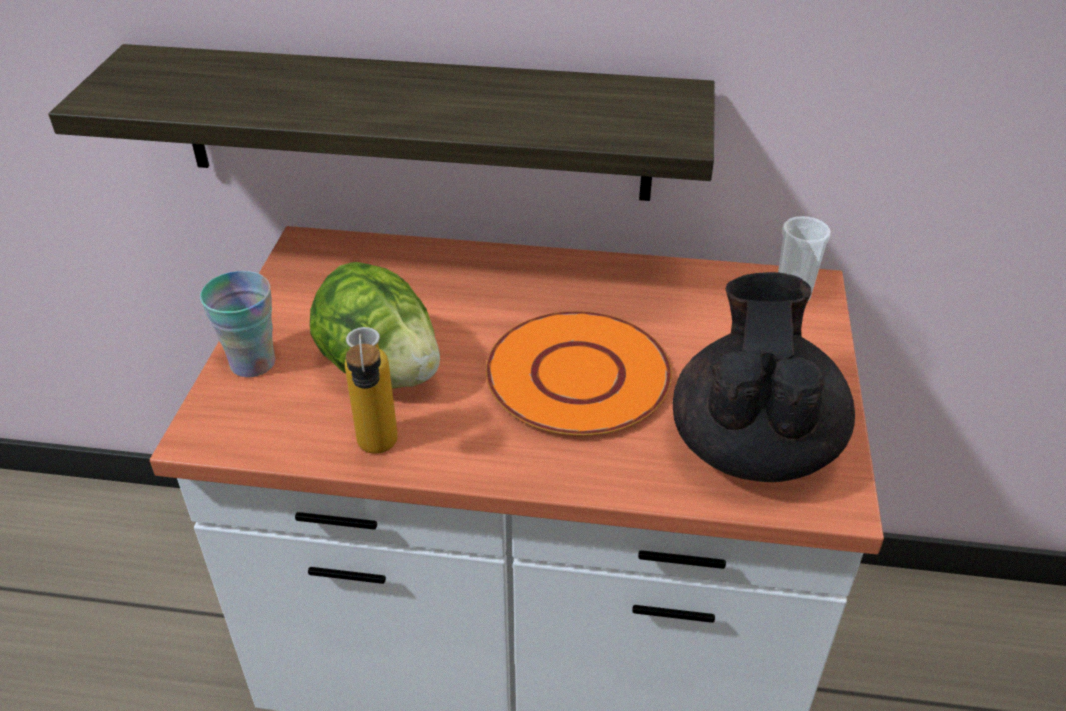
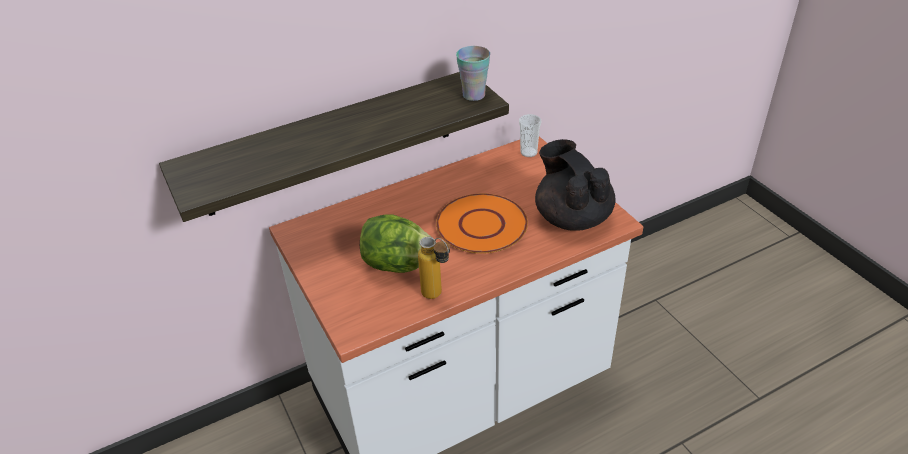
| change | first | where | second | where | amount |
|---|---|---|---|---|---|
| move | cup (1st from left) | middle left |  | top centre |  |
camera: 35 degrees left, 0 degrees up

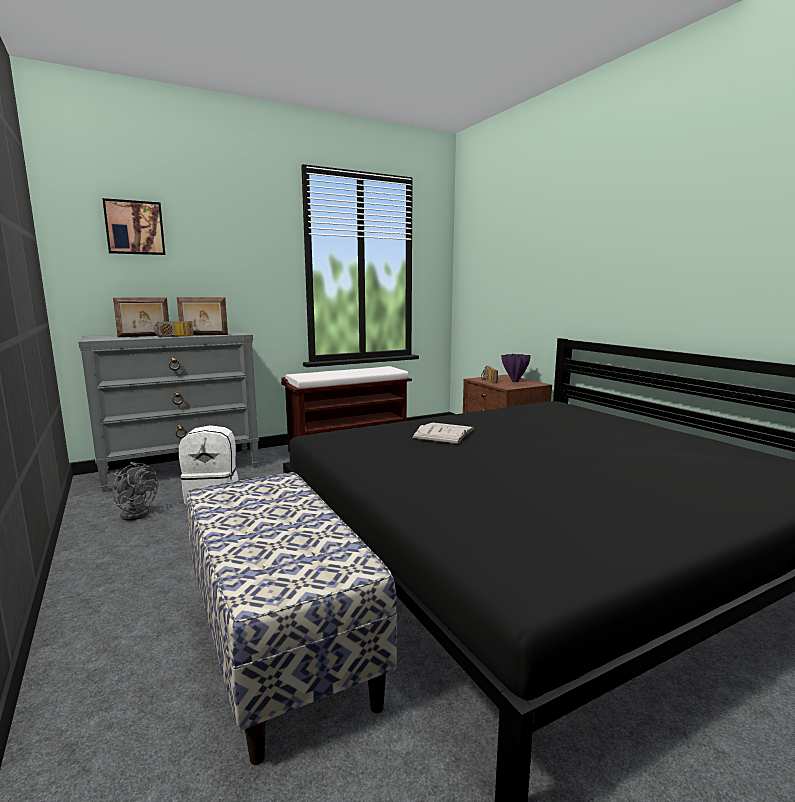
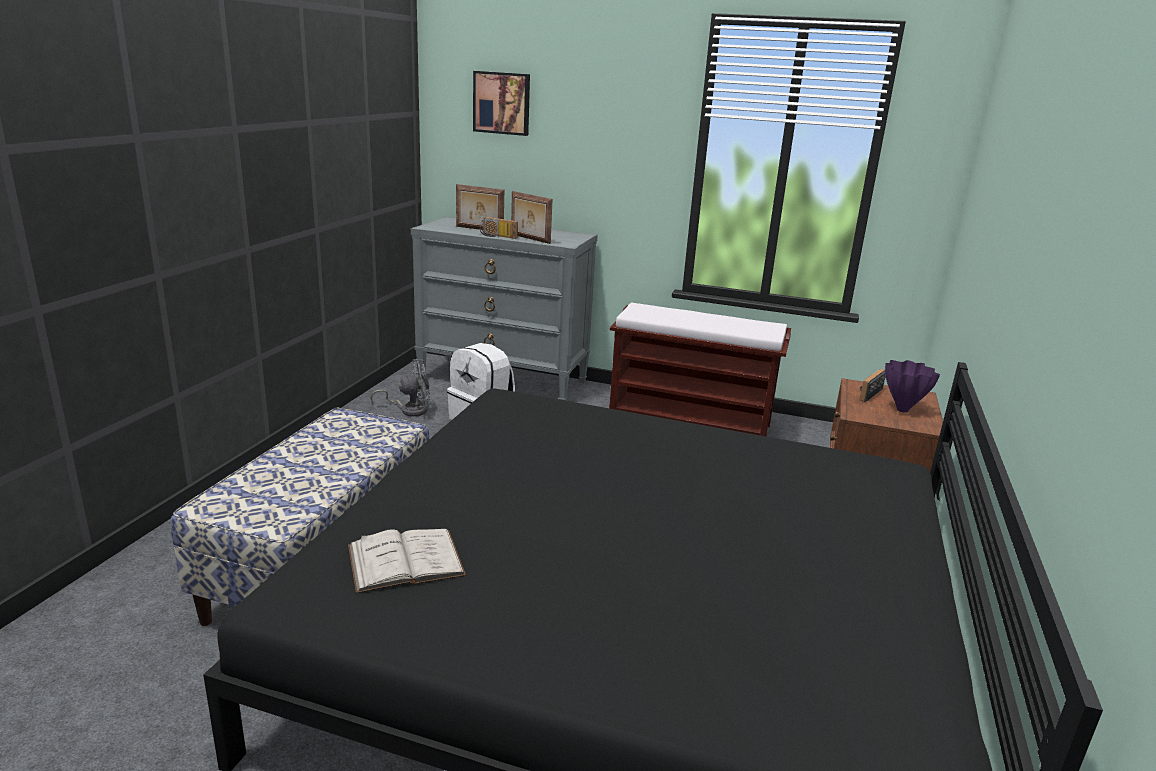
| change | first | where | second | where | amount |
|---|---|---|---|---|---|
| move | white book | centre |  | bottom centre |  |
| rotate | grey fan | middle left |  | centre | 90 degrees counterclockwise |
camera: 45 degrees right, 10 degrees up

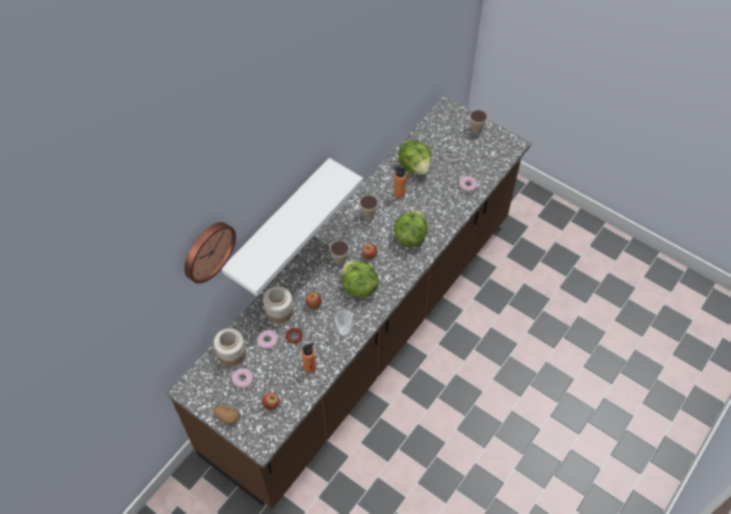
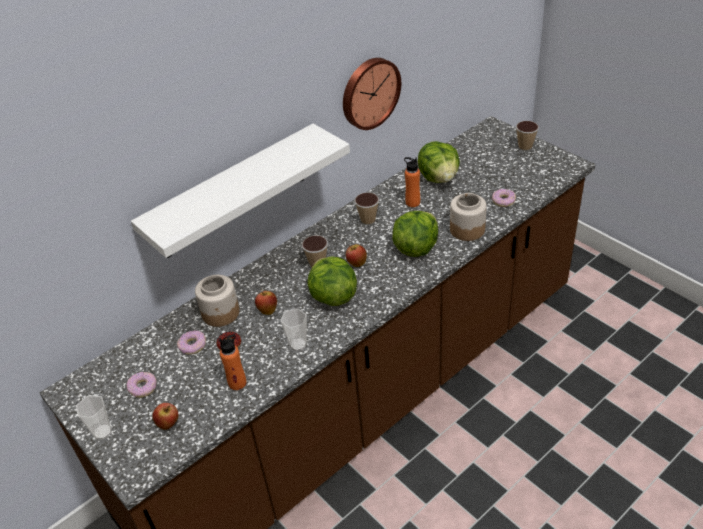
| change | first | where | second | where | amount |
|---|---|---|---|---|---|
| move | wall clock | middle left |  | top centre |  |
| move | jar (1st from left in the first image) | bottom left | jar (2nd from left) | centre |  |
| replace | potato | bottom left | cup (1st from left) | bottom left |  |
camera: 15 degrees right, 15 degrees down

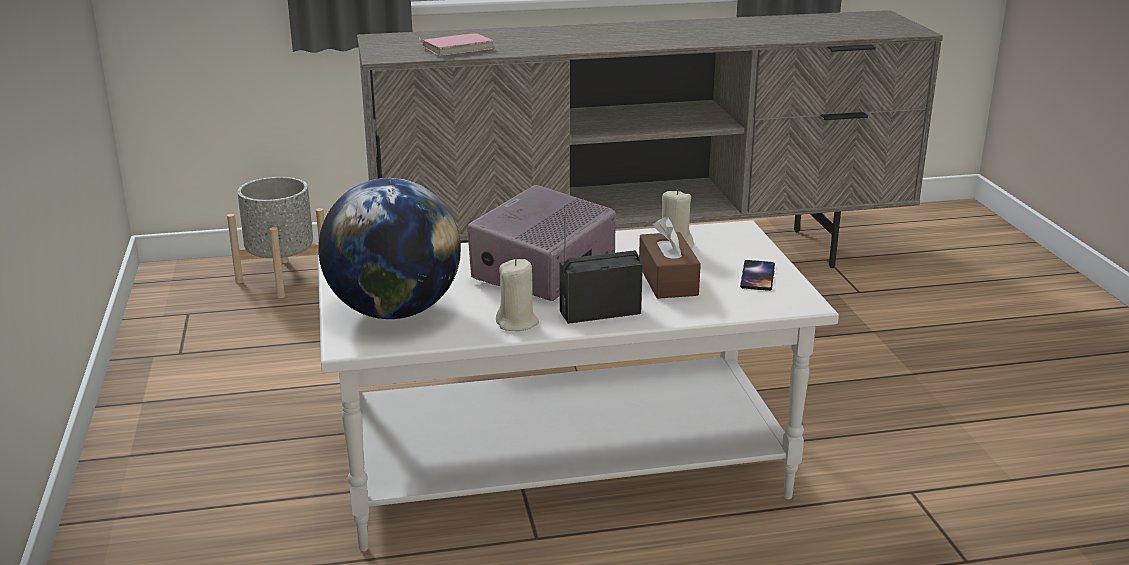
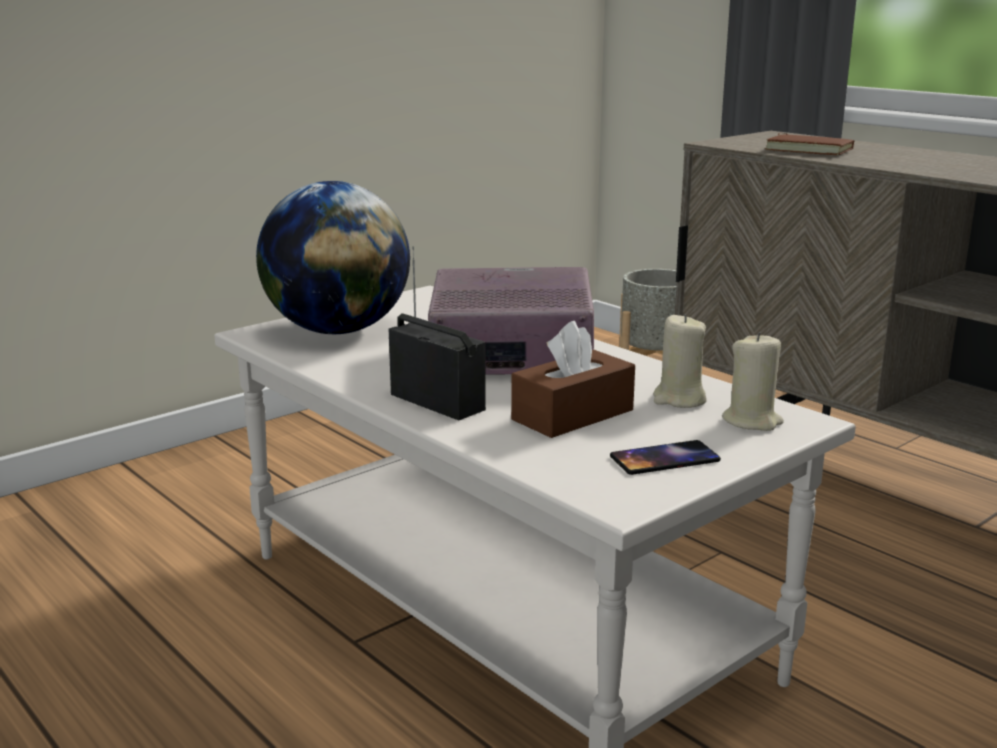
| change | first | where | second | where | amount |
|---|---|---|---|---|---|
| recolor | pink book | top centre | brown book | top right |  |
| move | beige candle (1st from left in the first image) | centre | beige candle (2nd from left) | middle right |  |
camera: 60 degrees right, 5 degrees down

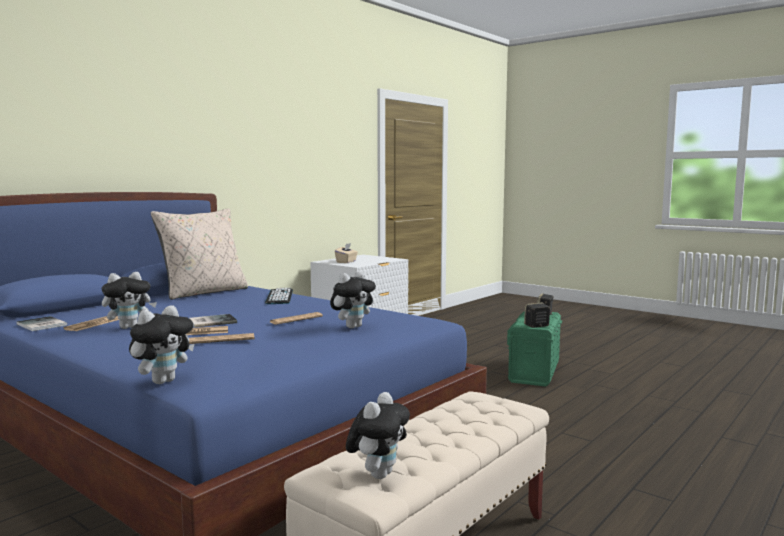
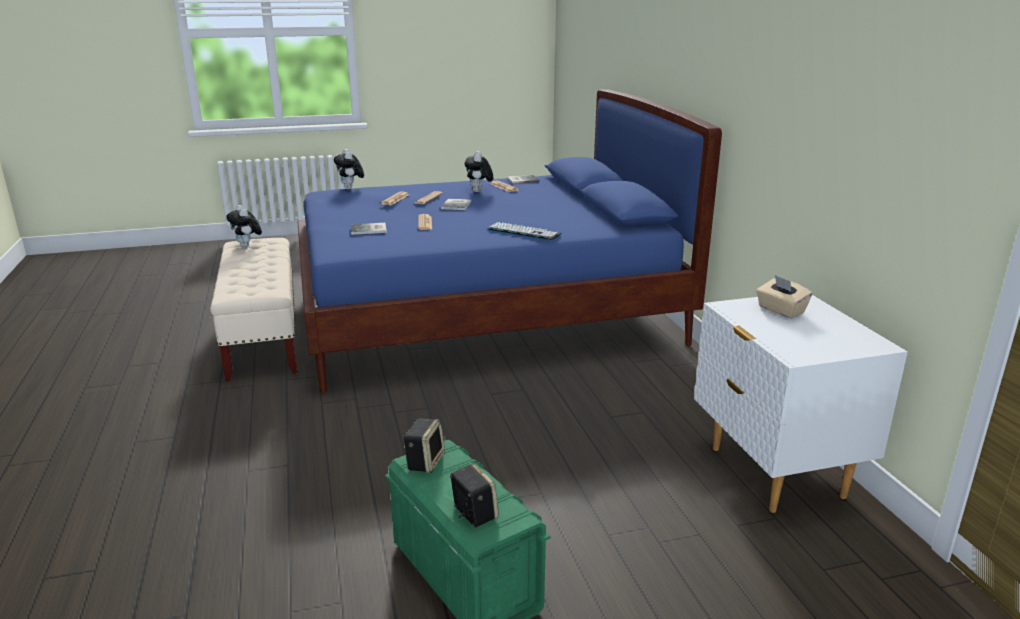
| change | first | where | second | where | amount |
|---|---|---|---|---|---|
| delete | beige pillow | middle left |  |  |  |
| replace | plush toy (3rd from left) | centre | book (1st from left) | centre |  |
camera: 125 degrees right, 15 degrees up

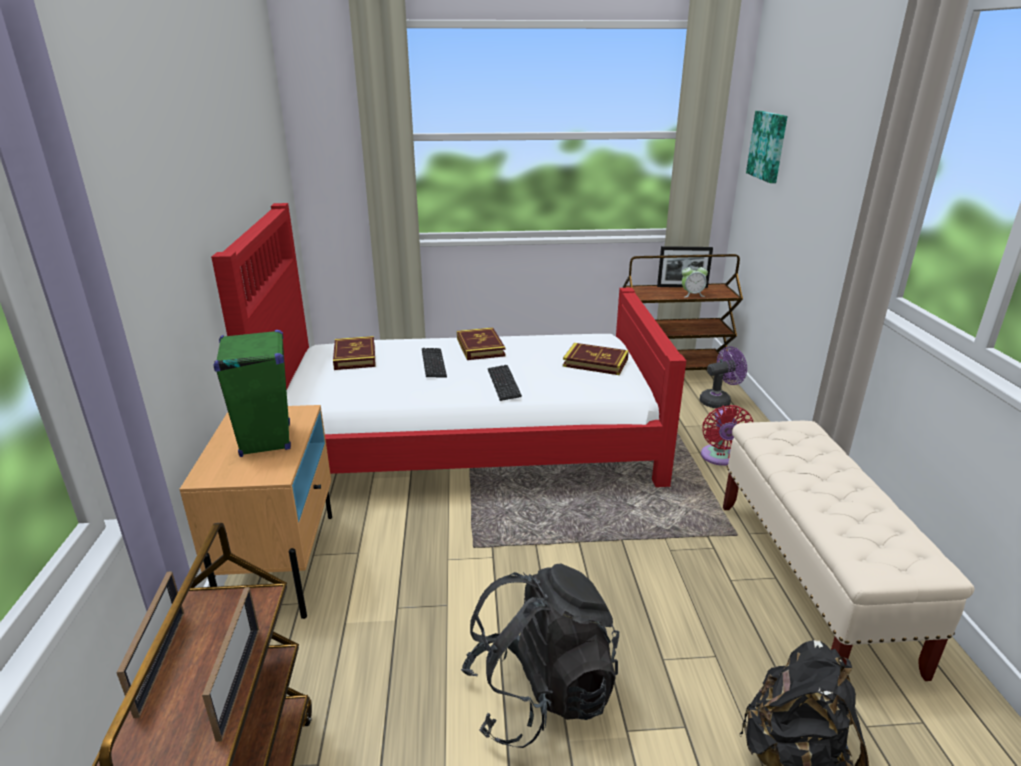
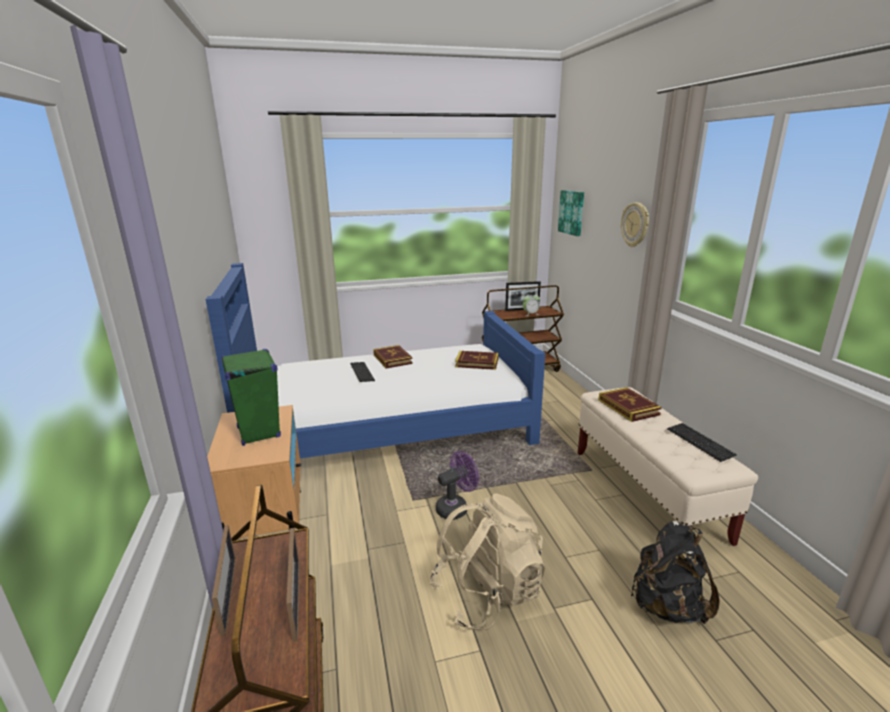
| change | first | where | second | where | amount |
|---|---|---|---|---|---|
| recolor | red bed | centre | blue bed | centre |  |
| move | book (1st from left in the first image) | centre | book (3rd from left) | middle right |  |
| move | purple fan | middle right |  | bottom centre |  |
| move | keyboard (2nd from left) | centre |  | middle right |  |
| delete | red fan | middle right |  |  |  |
| recolor | black backpack (1st from left) | bottom centre | beige backpack | bottom centre |  |
| insert |  |  | wall clock | top right |  |
camera: 10 degrees left, 5 degrees down

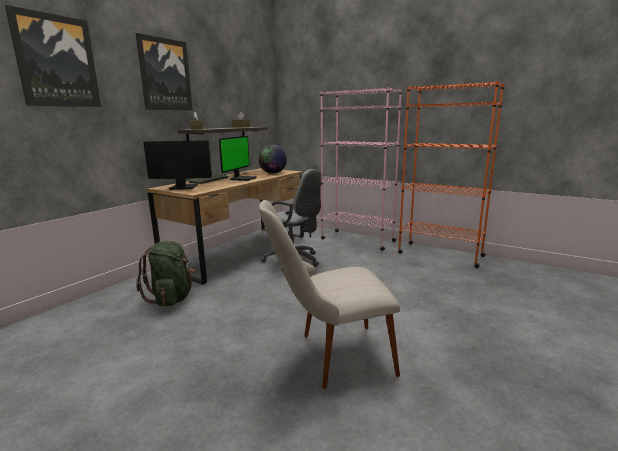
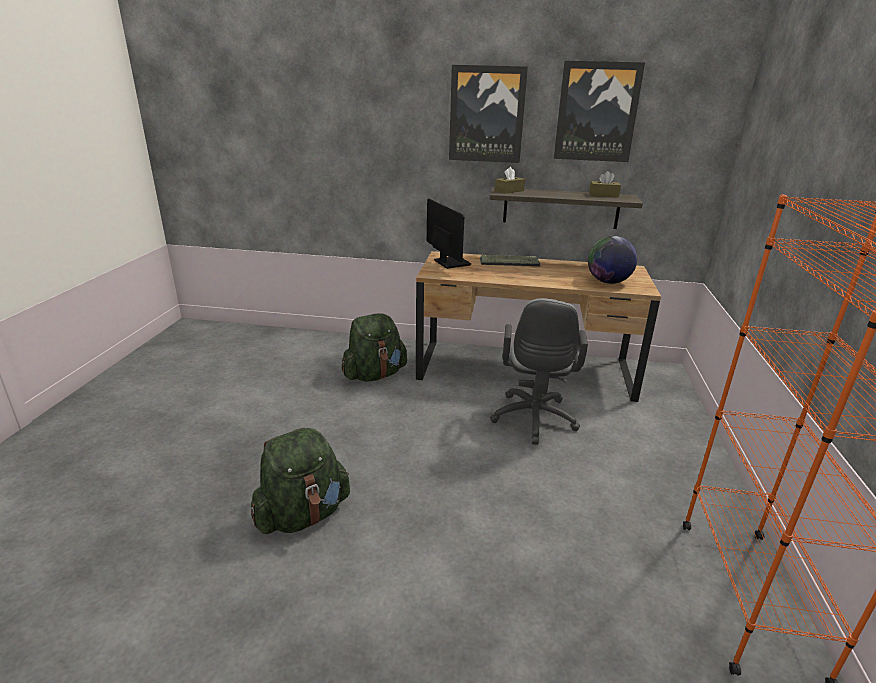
| change | first | where | second | where | amount |
|---|---|---|---|---|---|
| move | picture (1st from left in the first image) | top left | picture (2nd from left) | top right |  |
| delete | pink bookcase | centre |  |  |  |
| delete | monitor (2nd from left) | centre |  |  |  |
| replace | beige chair | centre | green backpack (1st from left) | bottom centre |  |
camera: 65 degrees right, 10 degrees up

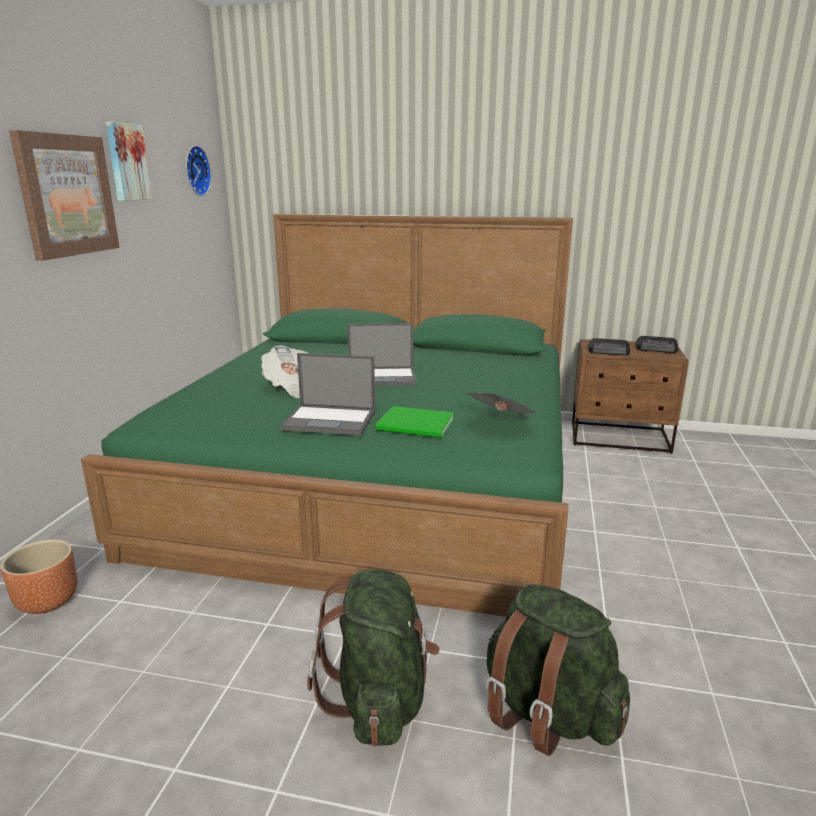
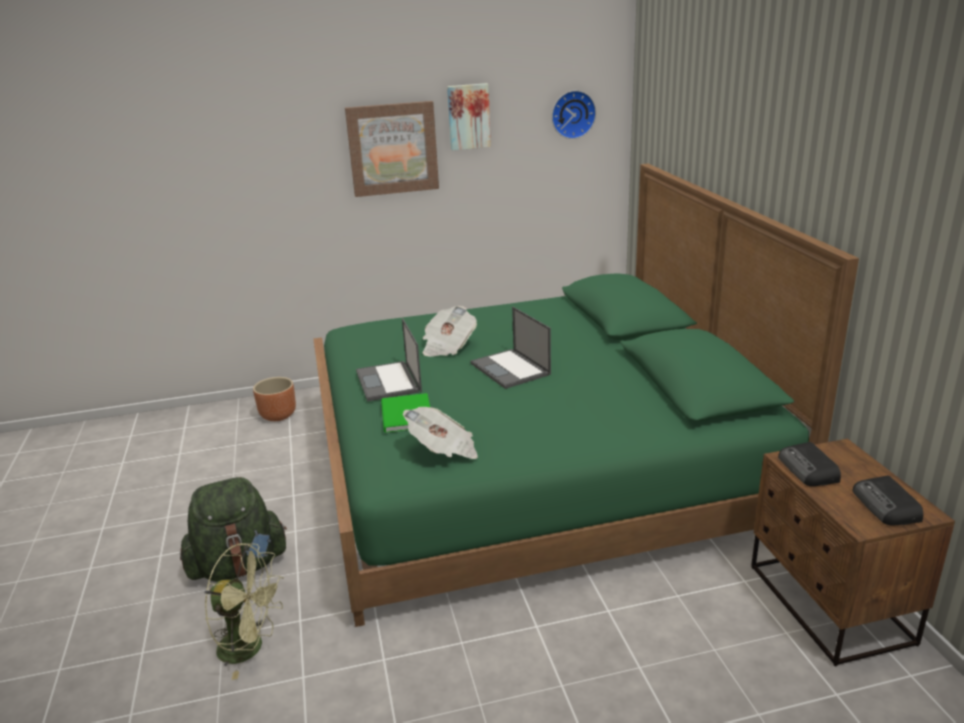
| change | first | where | second | where | amount |
|---|---|---|---|---|---|
| replace | green backpack (2nd from left) | bottom right | green fan | bottom left |  |
camera: 65 degrees right, 5 degrees up

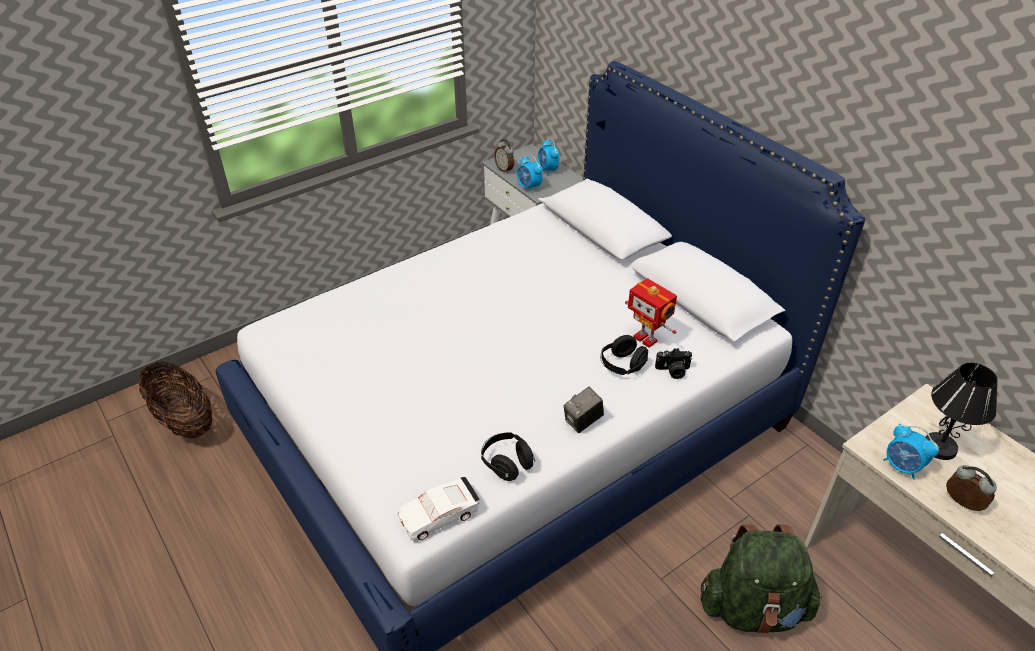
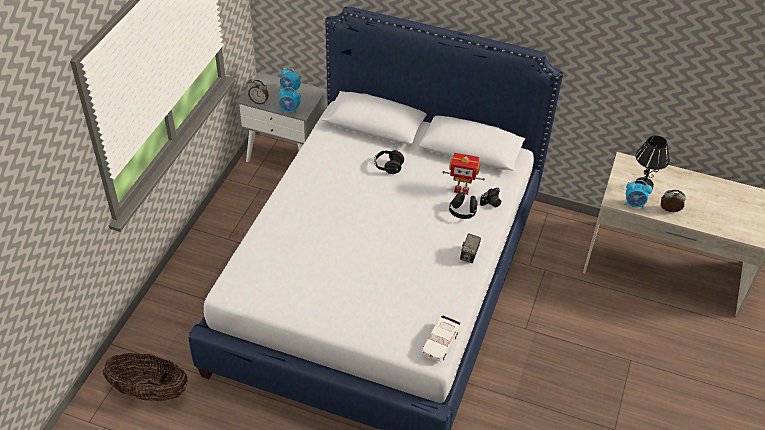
| change | first | where | second | where | amount |
|---|---|---|---|---|---|
| move | black headphones (1st from left) | bottom centre |  | centre |  |
| delete | green backpack | bottom right |  |  |  |
camera: 35 degrees left, 5 degrees up

